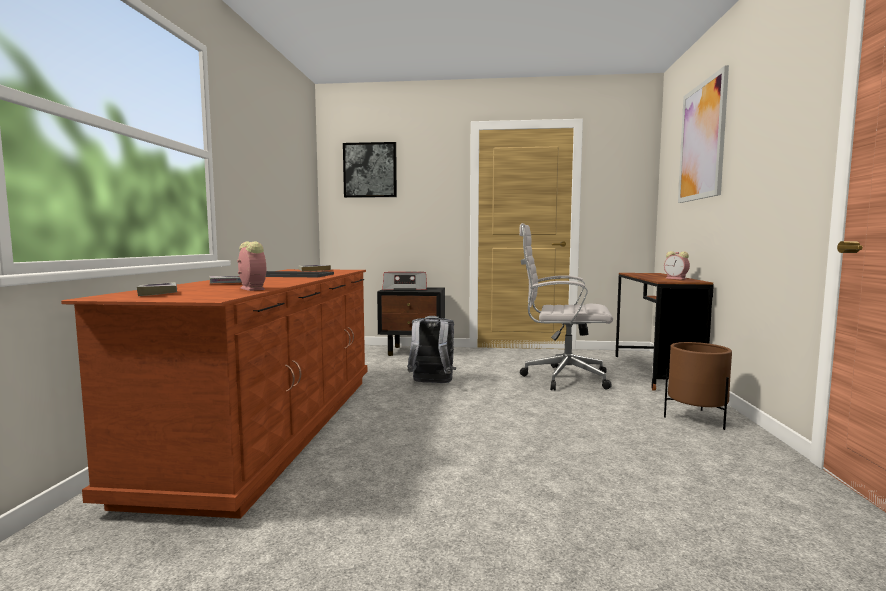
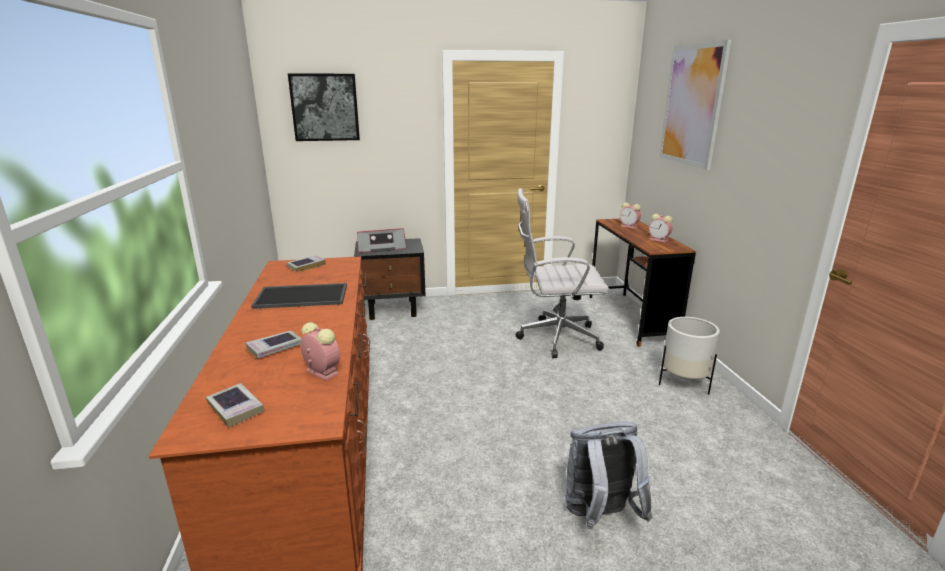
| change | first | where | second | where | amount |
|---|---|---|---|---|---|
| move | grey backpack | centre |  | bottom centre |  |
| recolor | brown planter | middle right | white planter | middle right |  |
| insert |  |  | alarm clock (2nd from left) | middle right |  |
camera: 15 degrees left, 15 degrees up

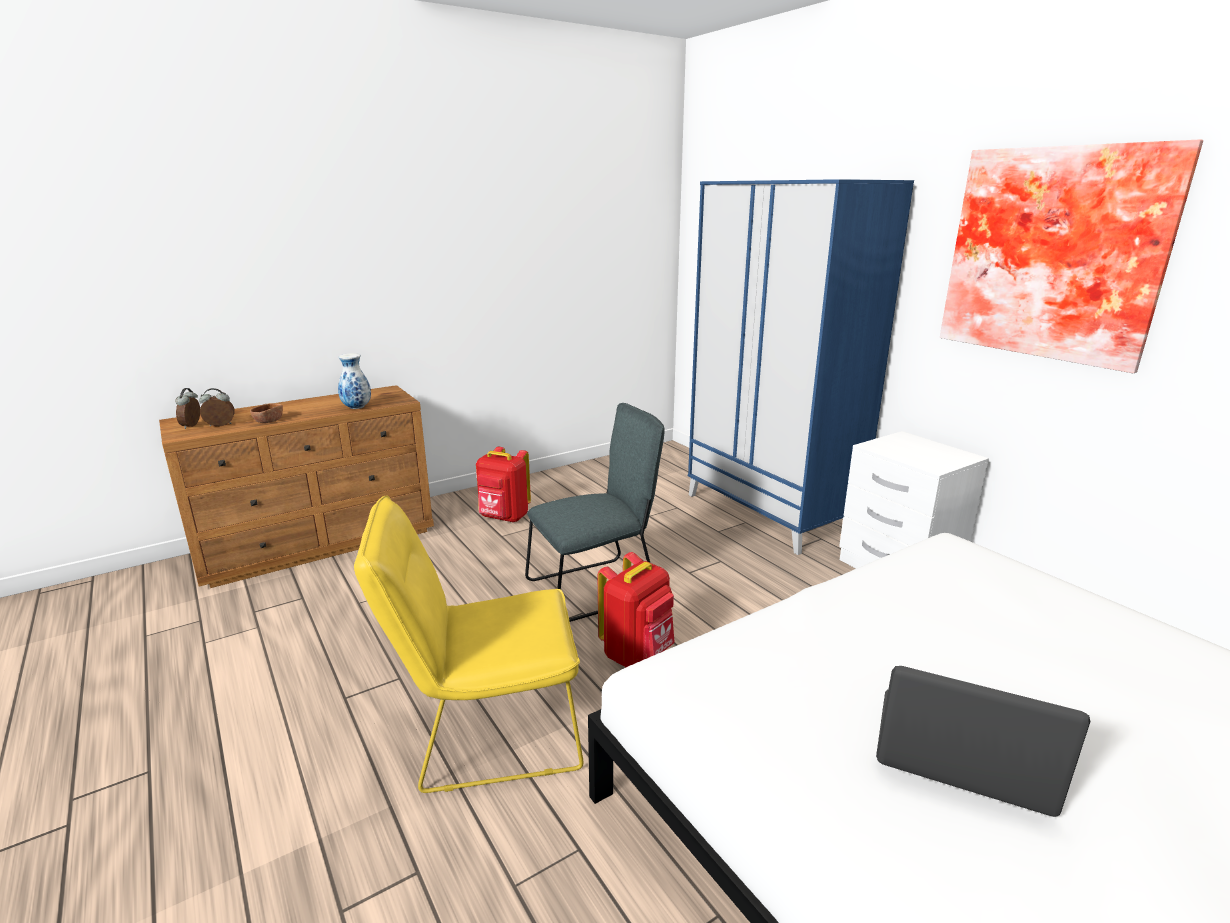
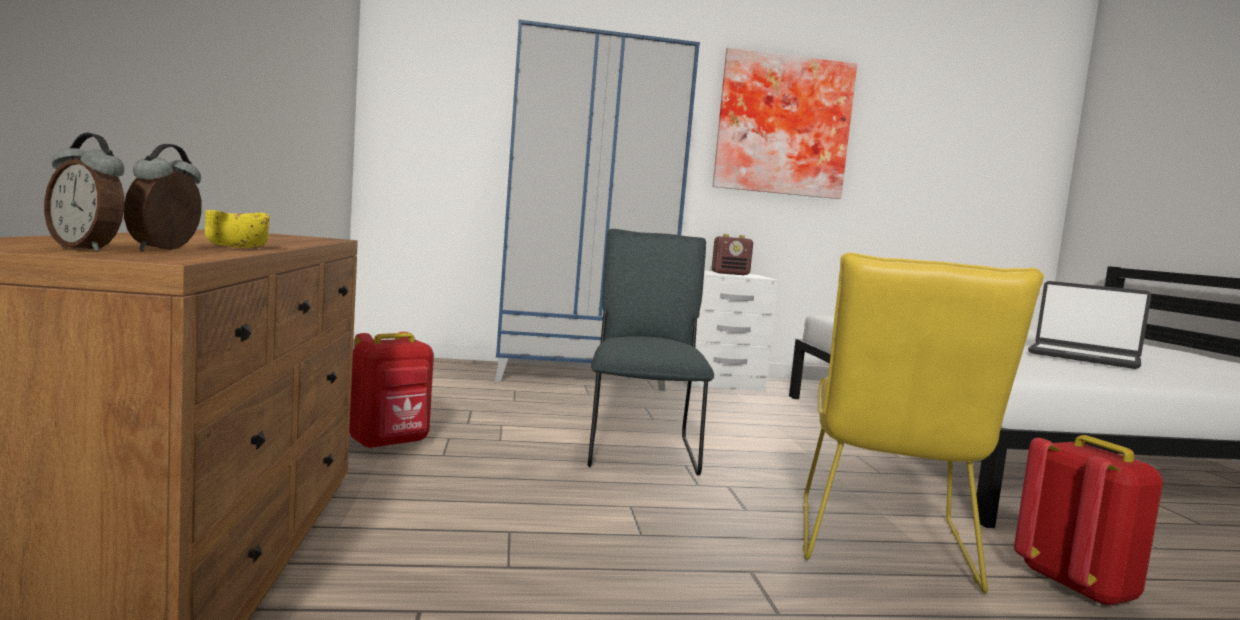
| change | first | where | second | where | amount |
|---|---|---|---|---|---|
| delete | vase | middle left |  |  |  |
| recolor | brown bowl | middle left | yellow bowl | middle left |  |
| move | red backpack (2nd from left) | centre |  | bottom right |  |
| rotate | laptop | bottom right |  | middle right | 105 degrees counterclockwise |
| insert |  |  | radio | centre |  |
camera: 65 degrees left, 15 degrees down

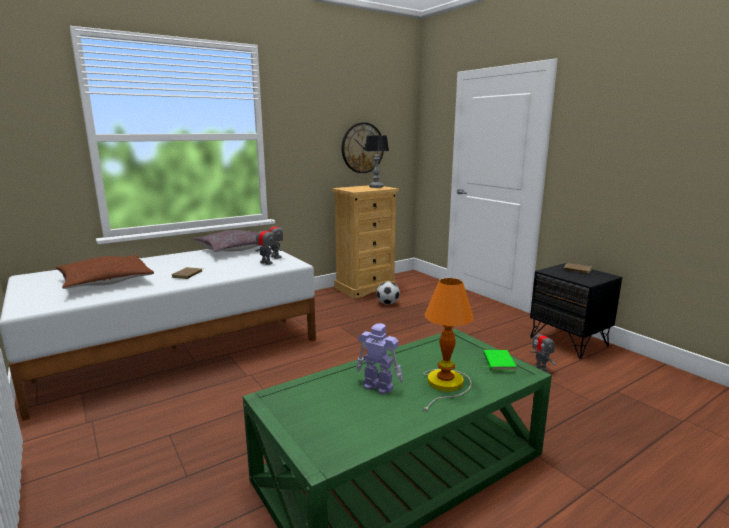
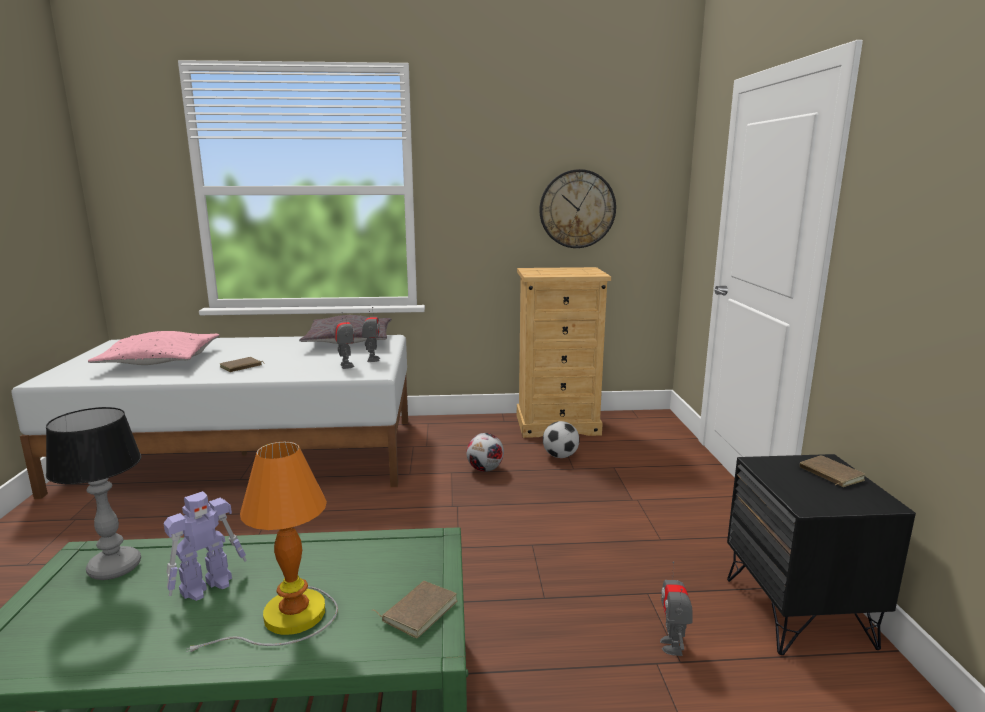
| change | first | where | second | where | amount |
|---|---|---|---|---|---|
| move | table lamp (1st from left) | top centre |  | bottom left |  |
| recolor | brown pillow | middle left | pink pillow | middle left |  |
| rotate | toy robot (3rd from left in the first image) | bottom centre | toy robot (1st from left) | bottom left | 75 degrees clockwise |
| recolor | green book | bottom right | brown book (2nd from left) | bottom centre |  |
| insert |  |  | football (1st from left) | centre |  |
camera: 30 degrees right, 0 degrees up

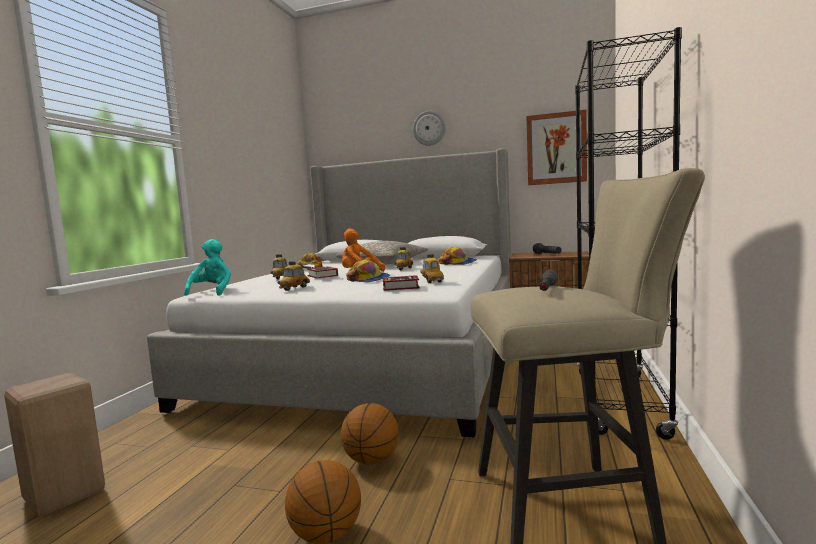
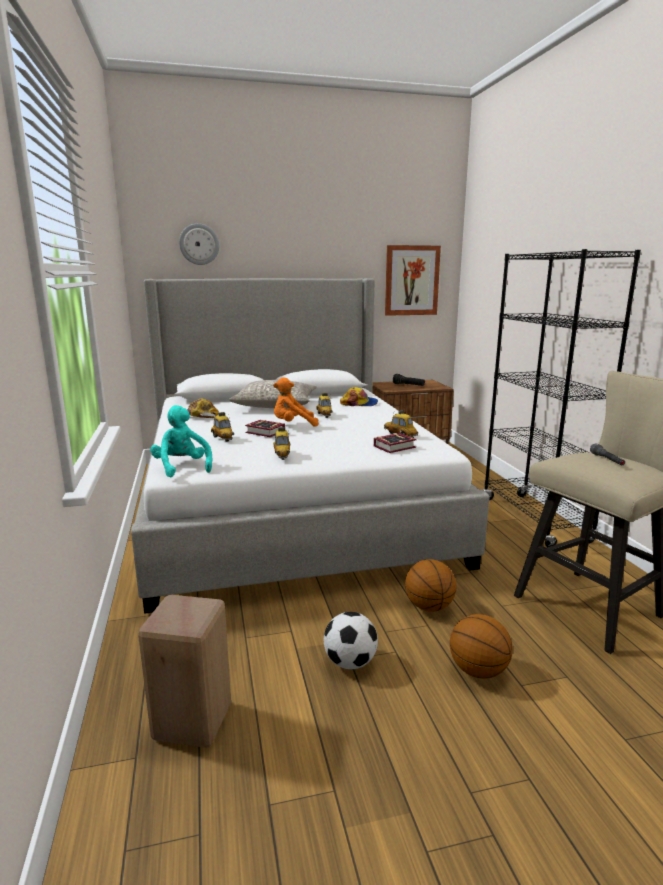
| change | first | where | second | where | amount |
|---|---|---|---|---|---|
| move | wall clock | top centre |  | top left |  |
| delete | cap (2nd from left) | centre |  |  |  |
| insert |  |  | football | bottom centre |  |
camera: 30 degrees left, 10 degrees up

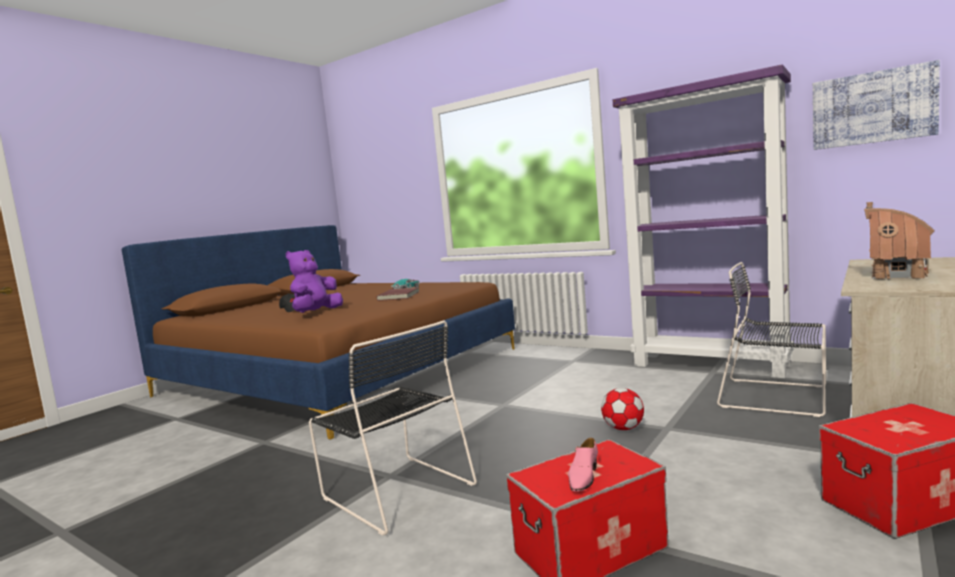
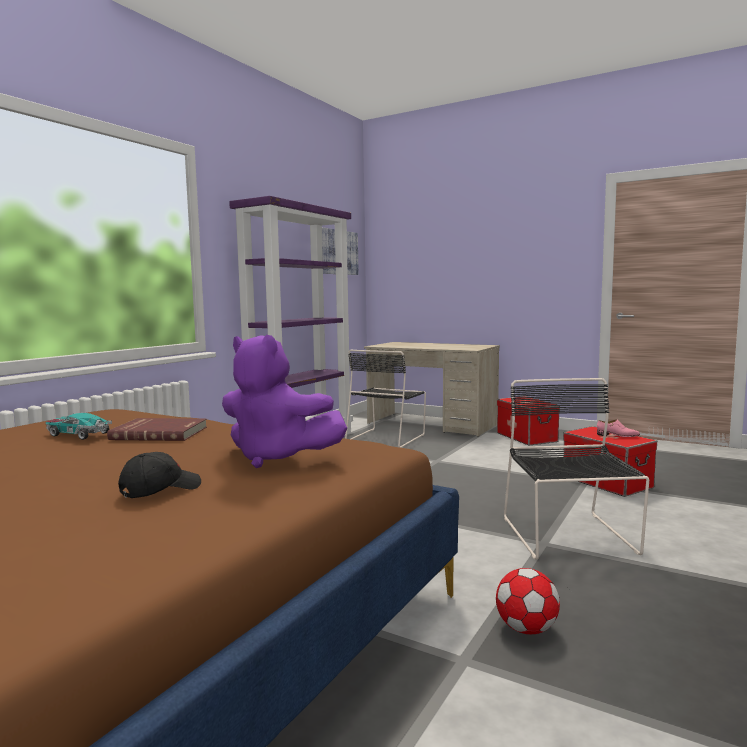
| change | first | where | second | where | amount |
|---|---|---|---|---|---|
| delete | toy house | middle right |  |  |  |
| rotate | black chair (1st from left in the first image) | bottom centre | black chair (2nd from left) | middle right | 45 degrees counterclockwise |
| move | football | bottom centre |  | bottom right |  |
camera: 95 degrees left, 0 degrees up

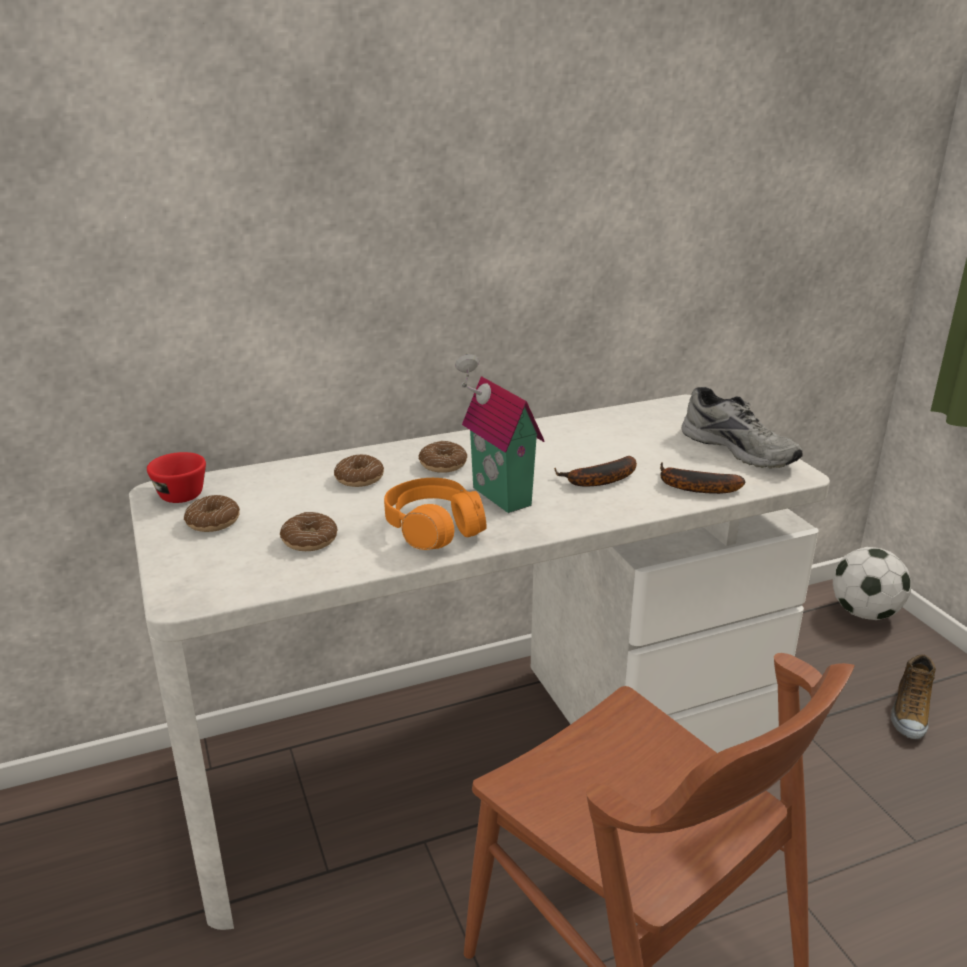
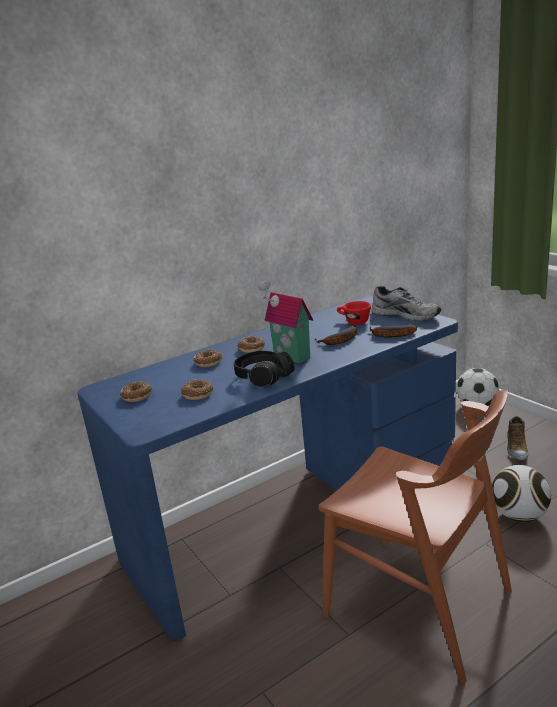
| change | first | where | second | where | amount |
|---|---|---|---|---|---|
| recolor | white desk | bottom centre | blue desk | centre |  |
| move | red cup | middle left |  | centre |  |
| recolor | orange headphones | centre | black headphones | centre |  |
| insert |  |  | football (2nd from left) | bottom right |  |
camera: 10 degrees left, 5 degrees down

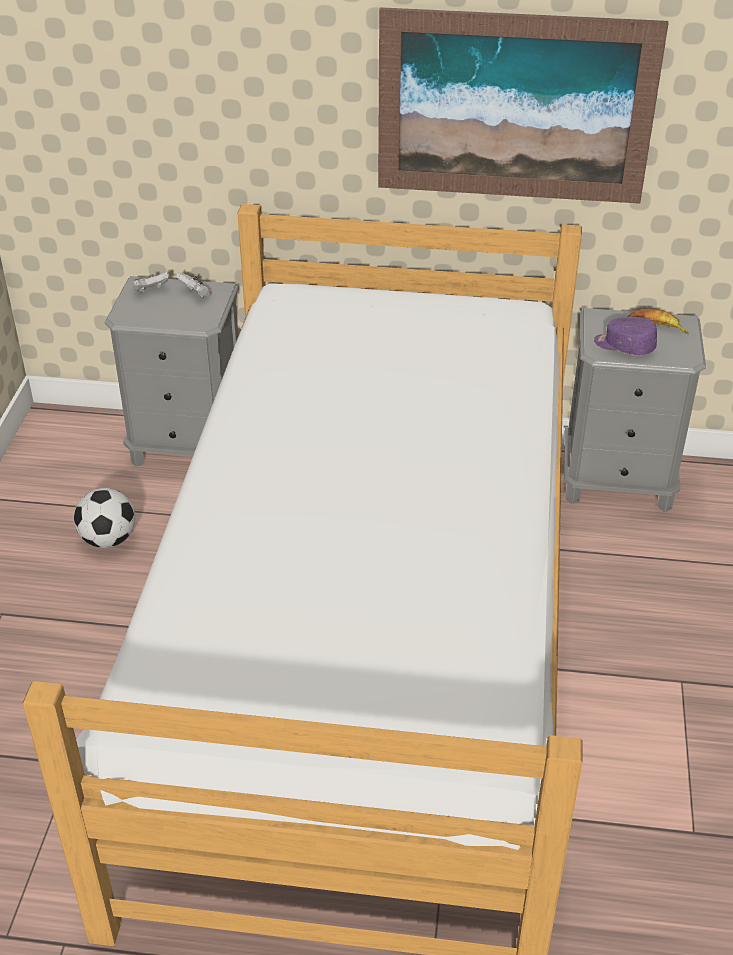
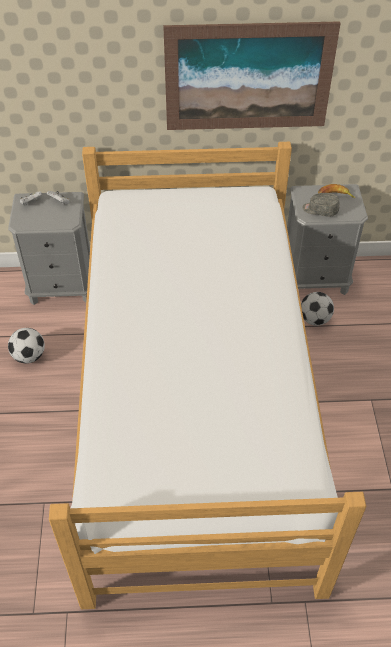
| change | first | where | second | where | amount |
|---|---|---|---|---|---|
| recolor | purple cap | middle right | grey cap | top right |  |
| insert |  |  | football (2nd from left) | middle right |  |
camera: 10 degrees left, 10 degrees up

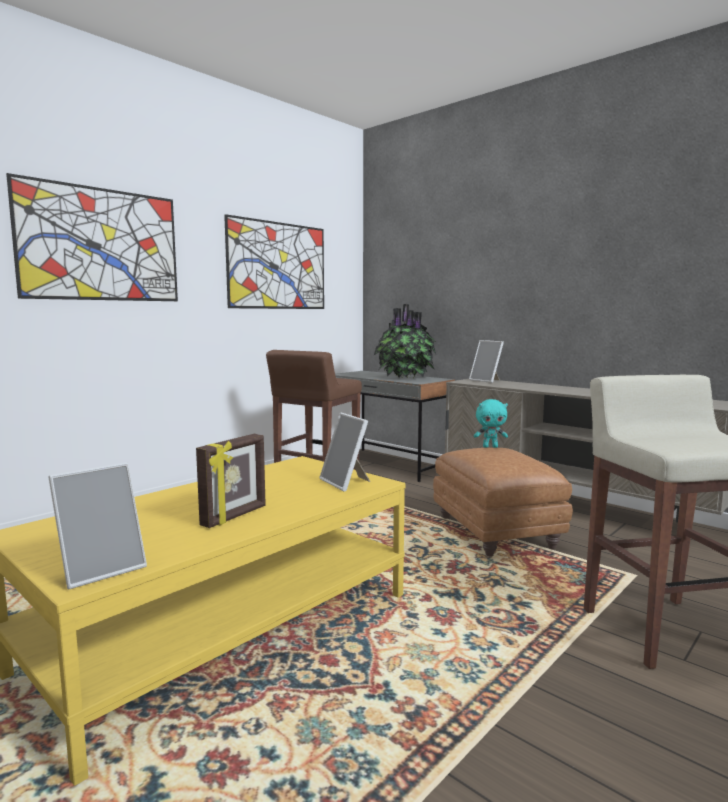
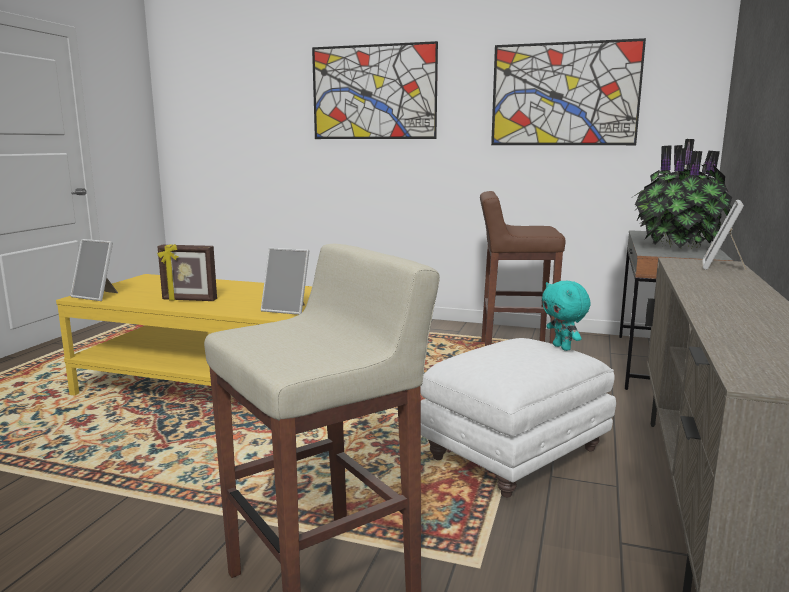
| change | first | where | second | where | amount |
|---|---|---|---|---|---|
| rotate | picture frame (3rd from left) | centre |  | centre | 105 degrees counterclockwise |
| recolor | brown ottoman | middle right | white ottoman | bottom centre |  |
camera: 65 degrees right, 5 degrees up

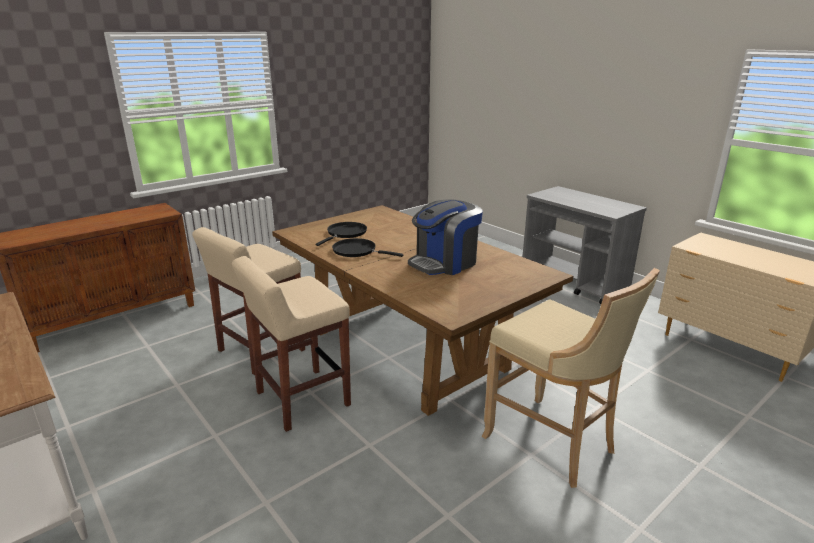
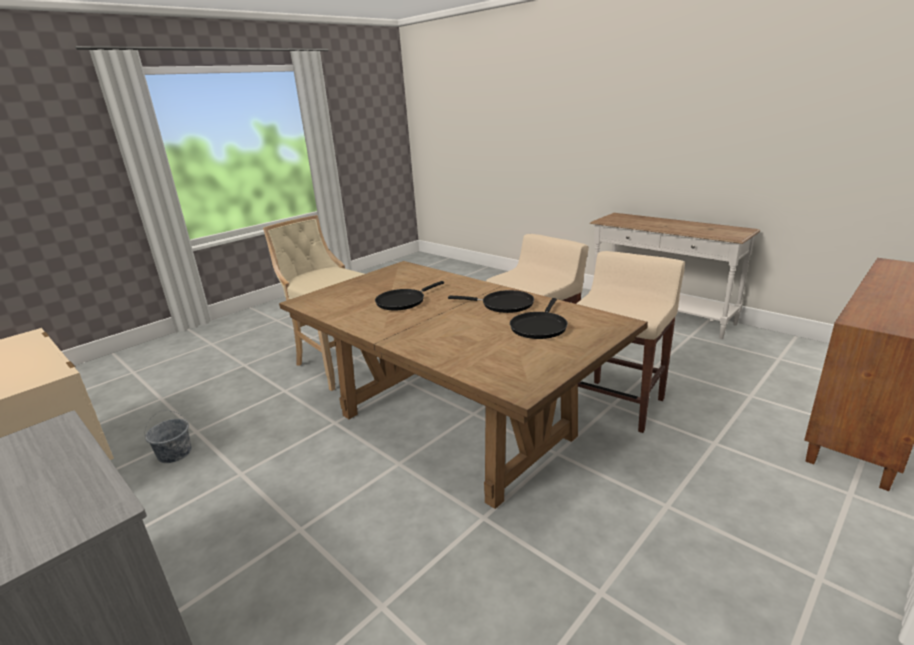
| change | first | where | second | where | amount |
|---|---|---|---|---|---|
| replace | coffee machine | centre | black frying pan (1st from left) | centre |  |
| insert |  |  | grey bucket | bottom left |  |
camera: 175 degrees right, 0 degrees up

